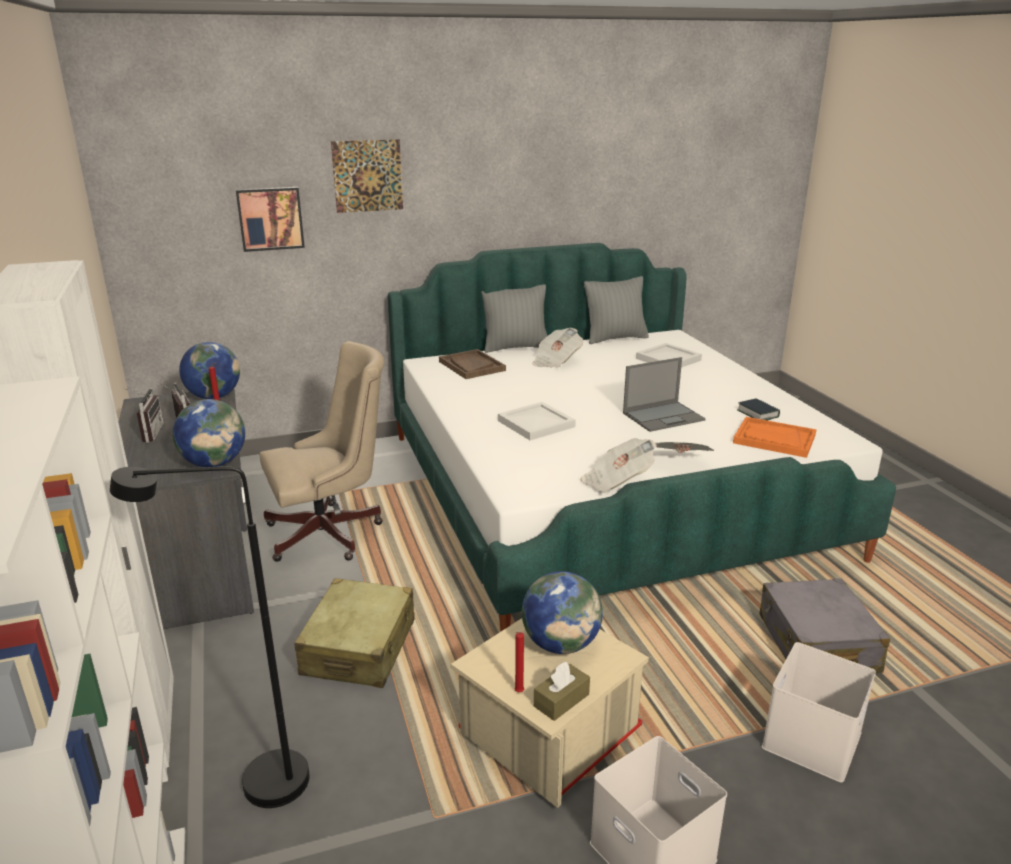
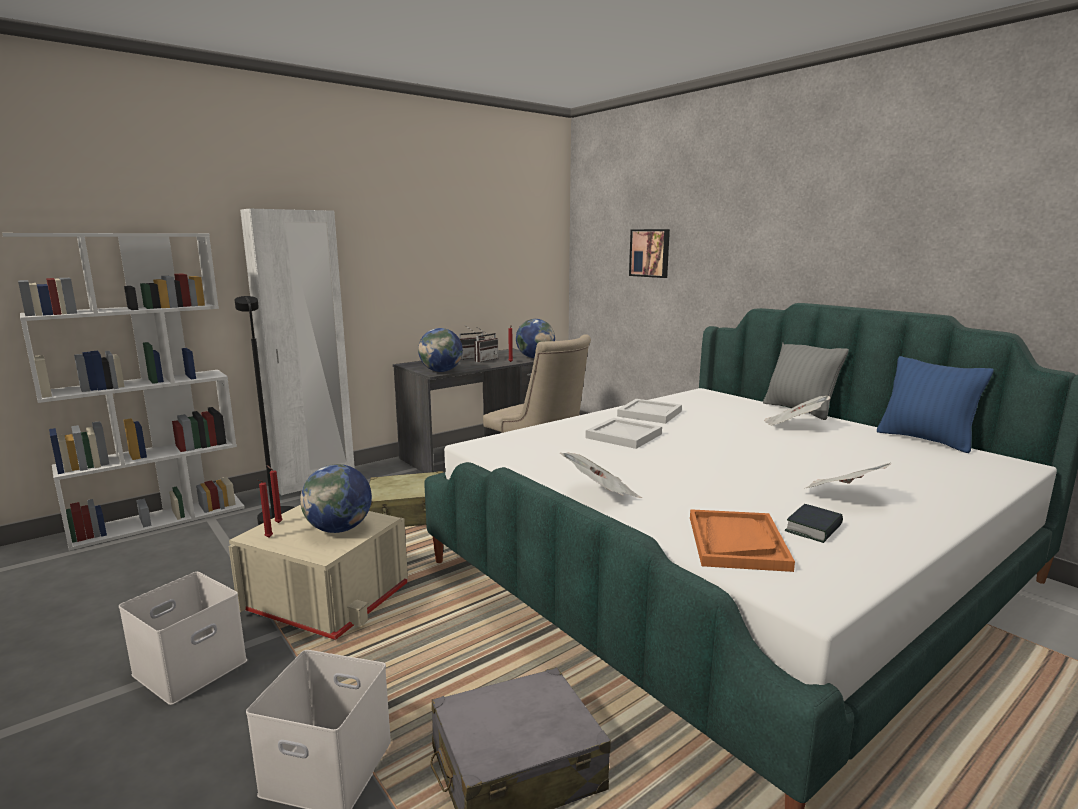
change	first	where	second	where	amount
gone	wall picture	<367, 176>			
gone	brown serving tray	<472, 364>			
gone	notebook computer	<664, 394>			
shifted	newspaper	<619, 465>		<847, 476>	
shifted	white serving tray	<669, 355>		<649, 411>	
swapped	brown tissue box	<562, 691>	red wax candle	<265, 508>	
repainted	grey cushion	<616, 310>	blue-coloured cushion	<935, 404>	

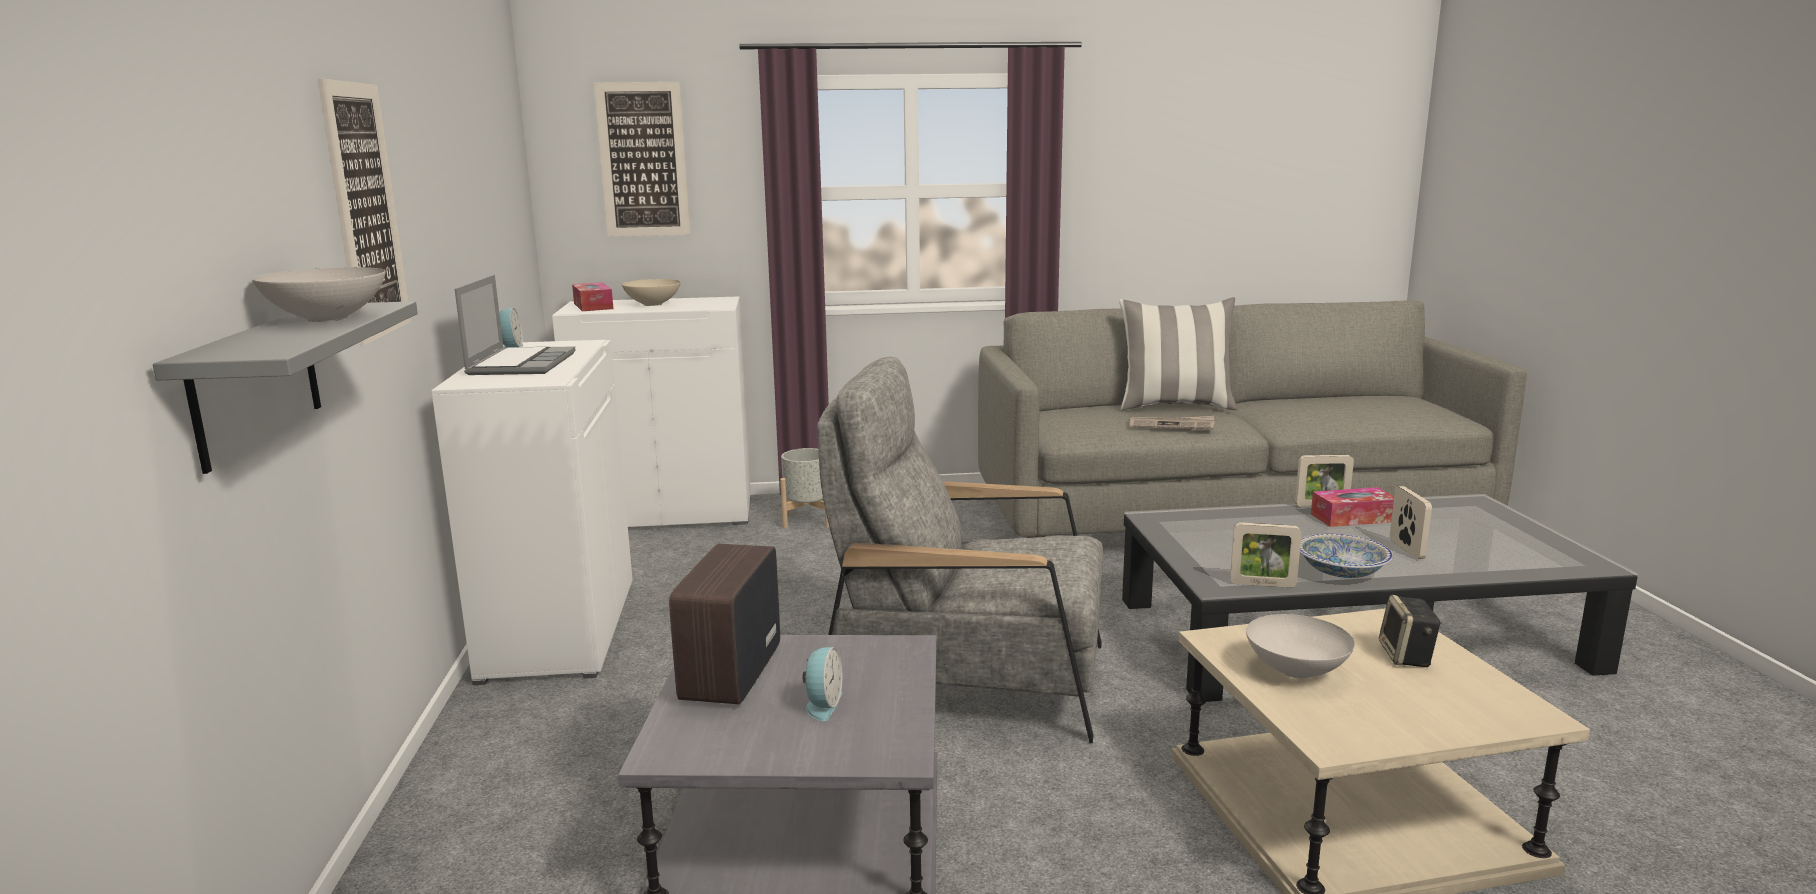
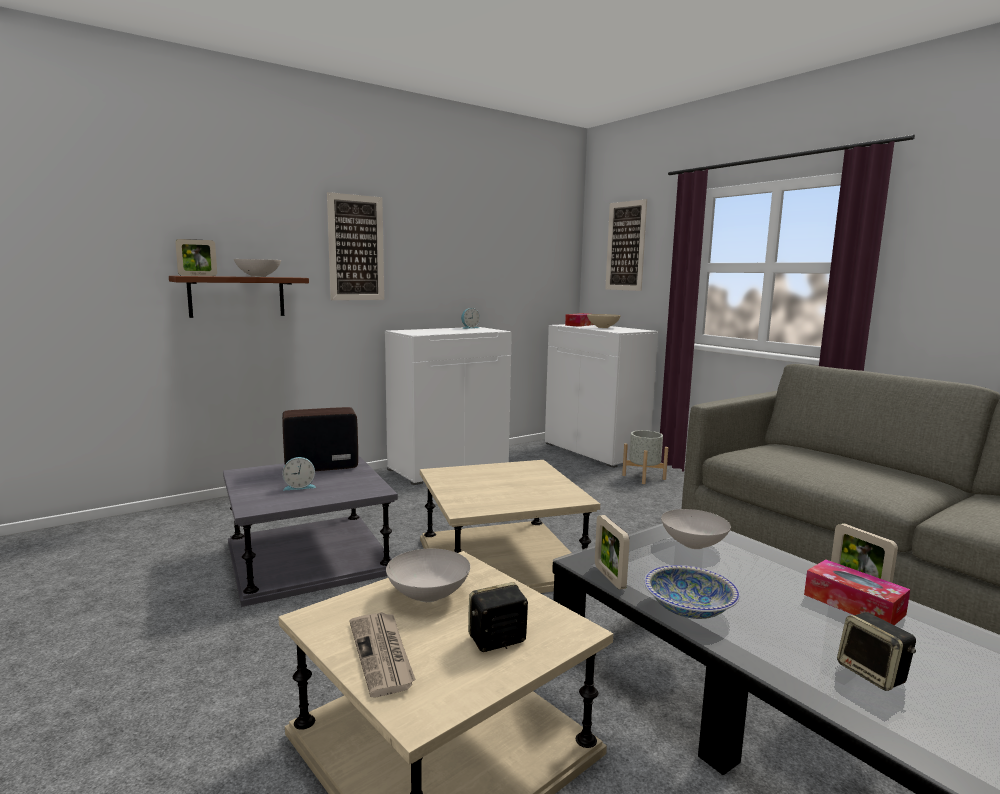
change	first	where	second	where	amount
gone	notebook computer	<515, 325>			
gone	cushion	<1178, 354>			
new			white serving bowl	<696, 529>	
new			audio speaker	<876, 651>	
shifted	newspaper	<1172, 423>		<382, 655>	
shifted	picture frame	<1411, 522>		<196, 257>	
swapped	grey armchair	<960, 550>	beige accent table	<510, 526>	
repainted	grey bracket shelf	<285, 387>	brown bracket shelf	<239, 297>	

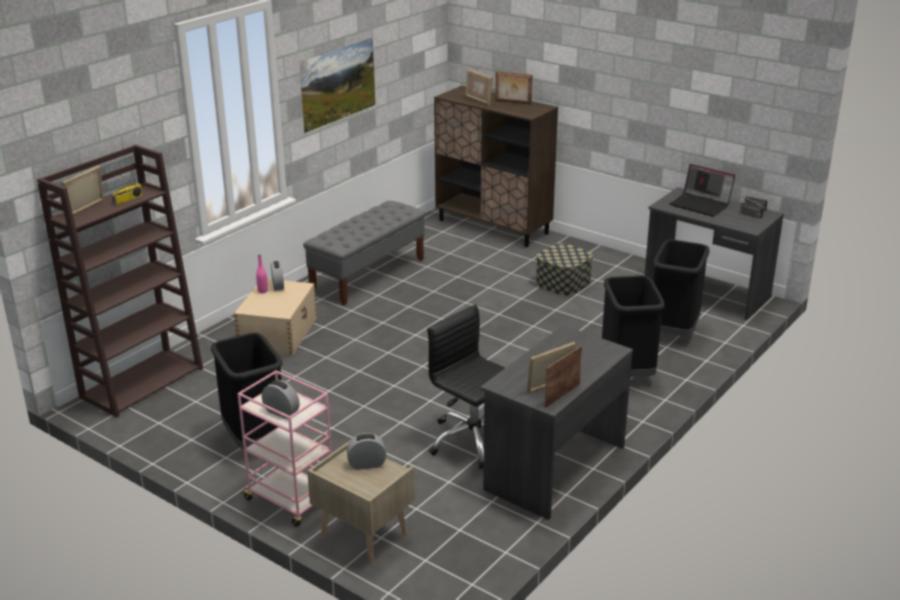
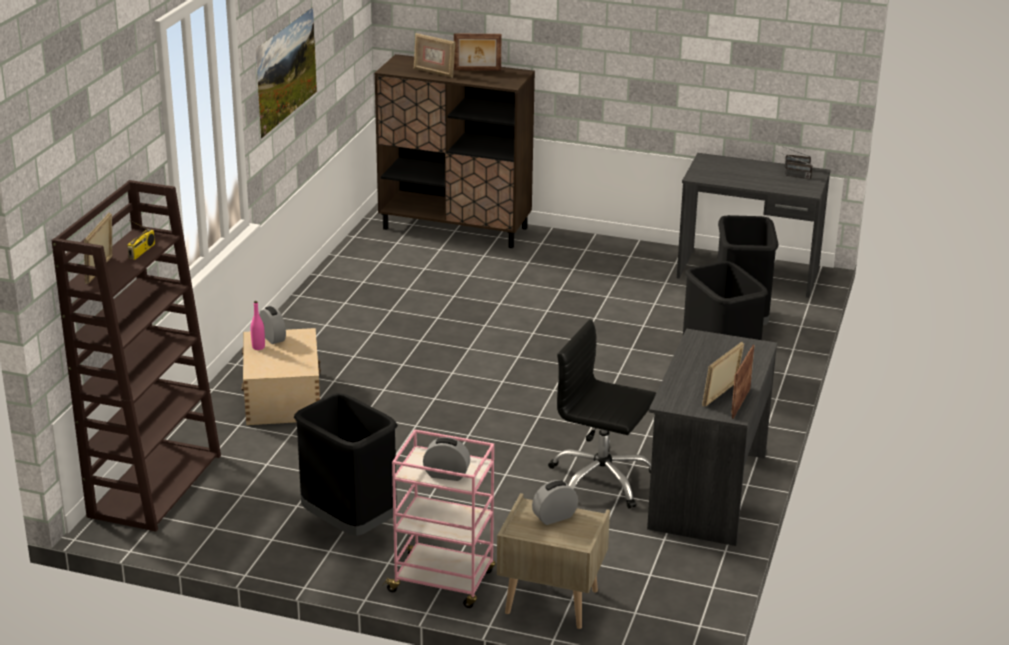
change	first	where	second	where	amount
gone	grey long seat	<364, 253>			
gone	storage container	<564, 269>			
gone	notebook computer	<702, 190>			

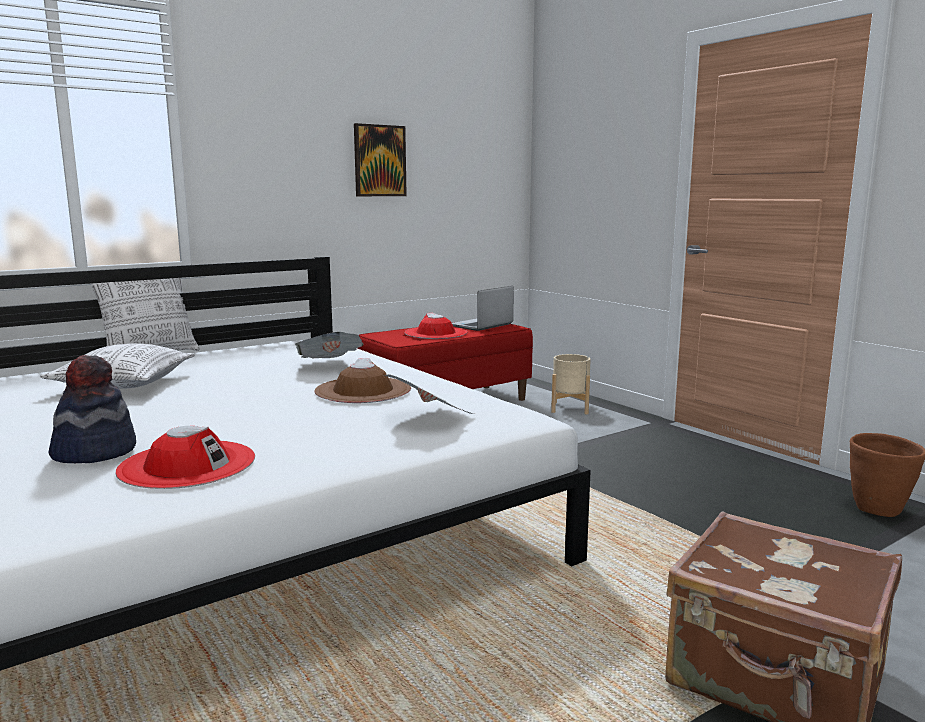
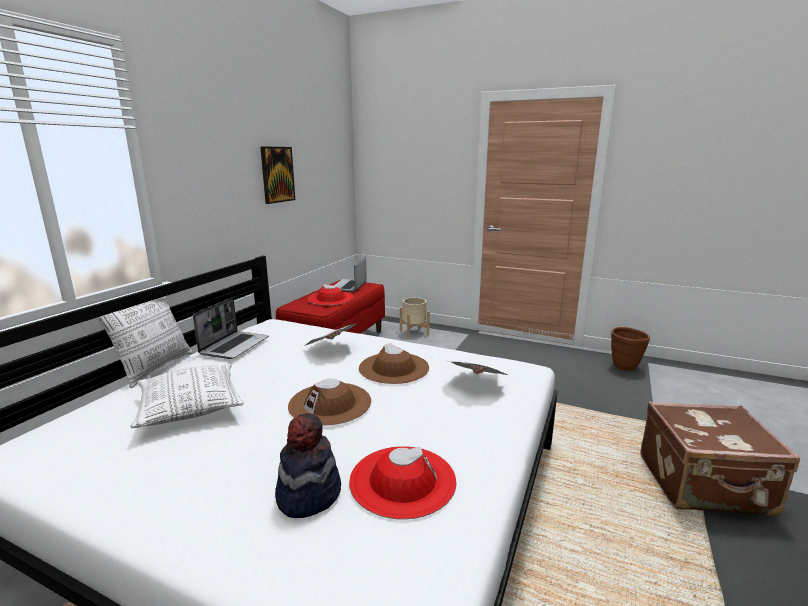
change	first	where	second	where	amount
new			notebook computer	<231, 328>	
new			brown wearable hat	<329, 402>	

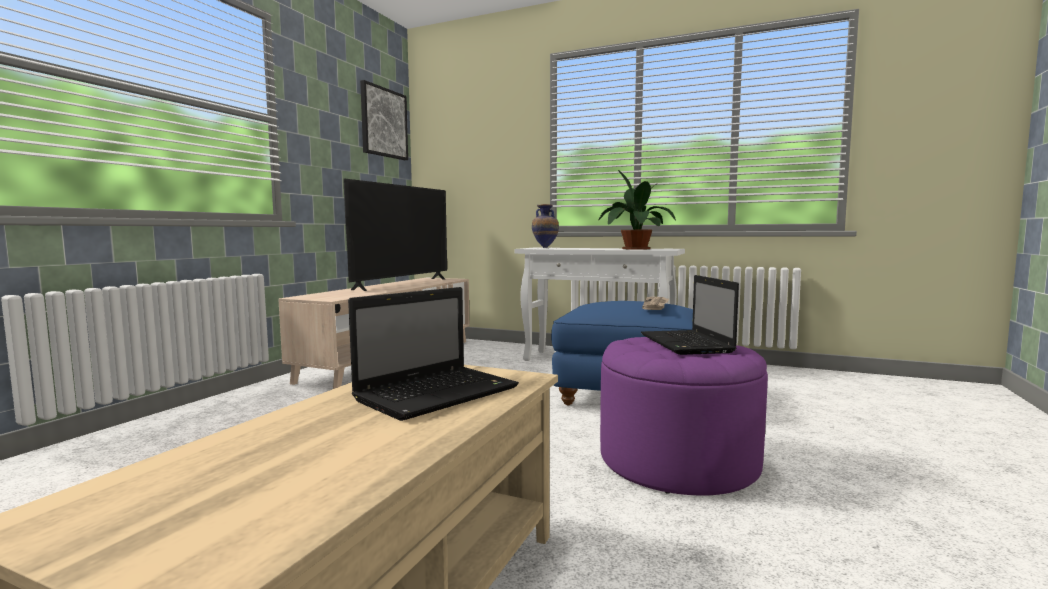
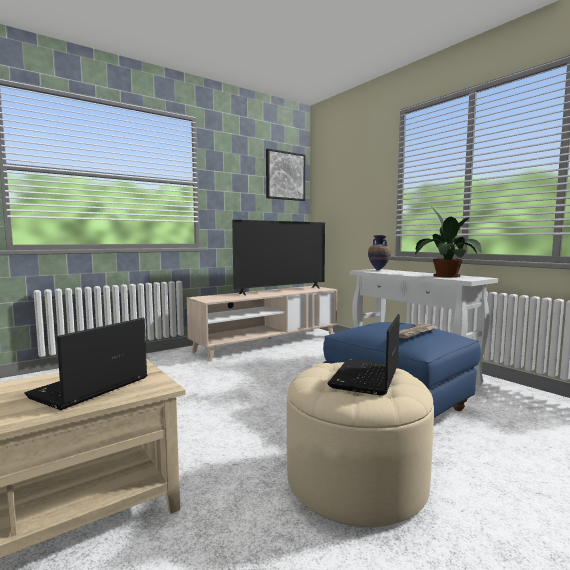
change	first	where	second	where	amount
repainted	purple pouffe	<684, 416>	beige pouffe	<360, 444>	
rotated	notebook computer	<433, 354>		<85, 364>	135 degrees clockwise

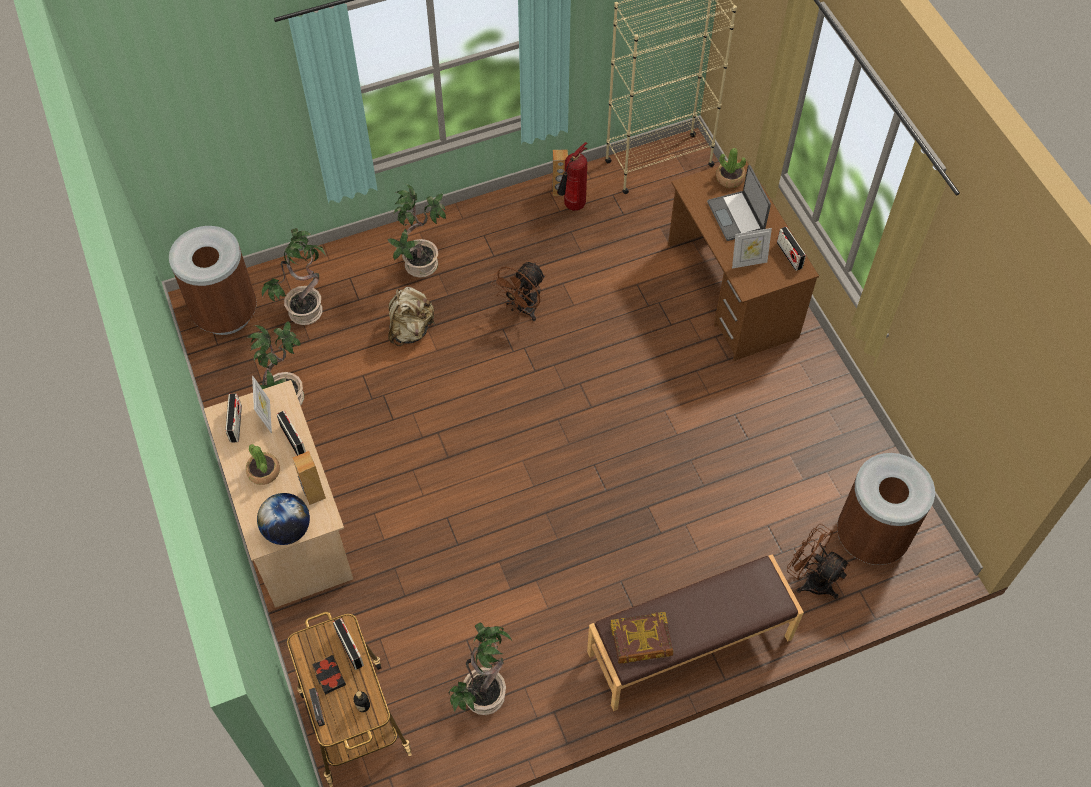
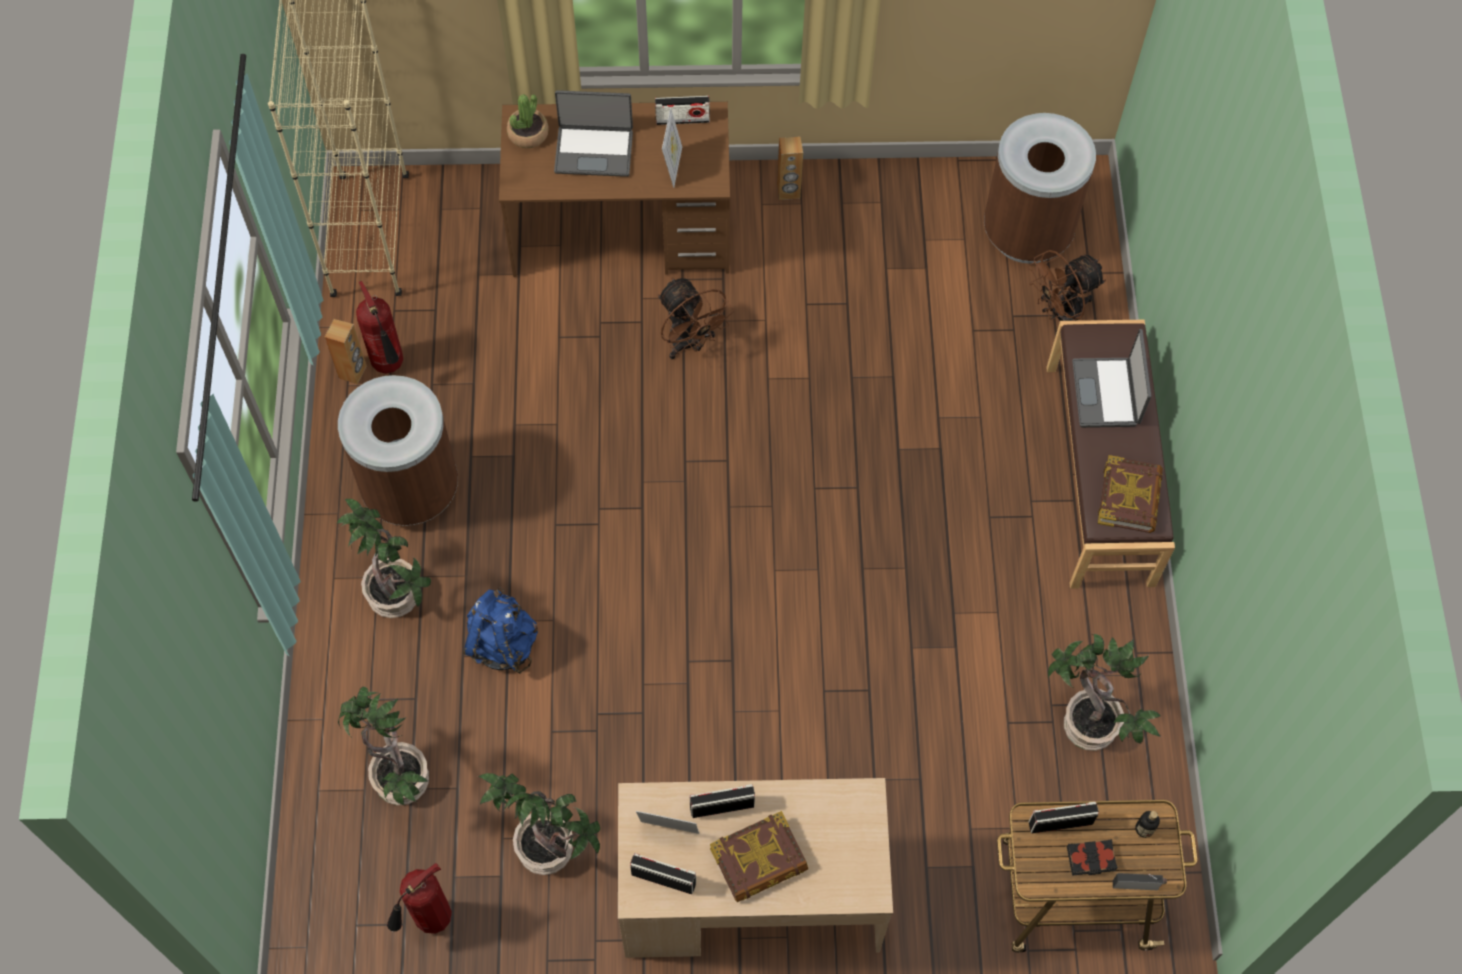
change	first	where	second	where	amount
gone	world globe	<283, 519>			
new			extinguisher	<419, 898>	
new			notebook computer	<1111, 378>	
shifted	brown waste bin	<213, 280>		<398, 450>	
shifted	brown audio speaker	<309, 478>		<790, 168>	
shifted	brown fan	<518, 291>		<696, 318>	
swapped	plant in a pot	<263, 464>	book	<759, 856>	
repainted	beige backpack	<411, 316>	blue-coloured backpack	<500, 630>	

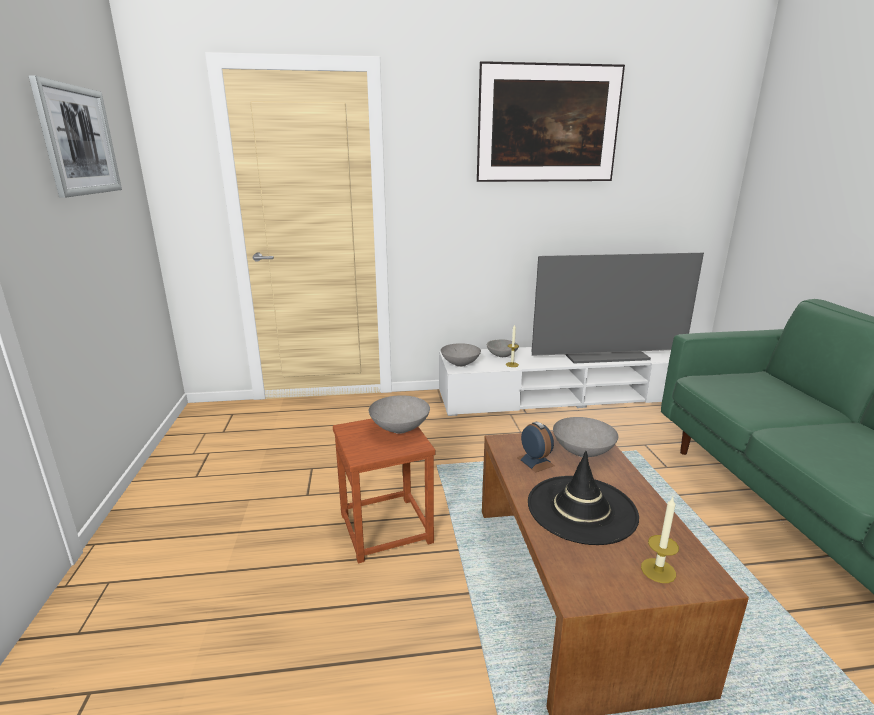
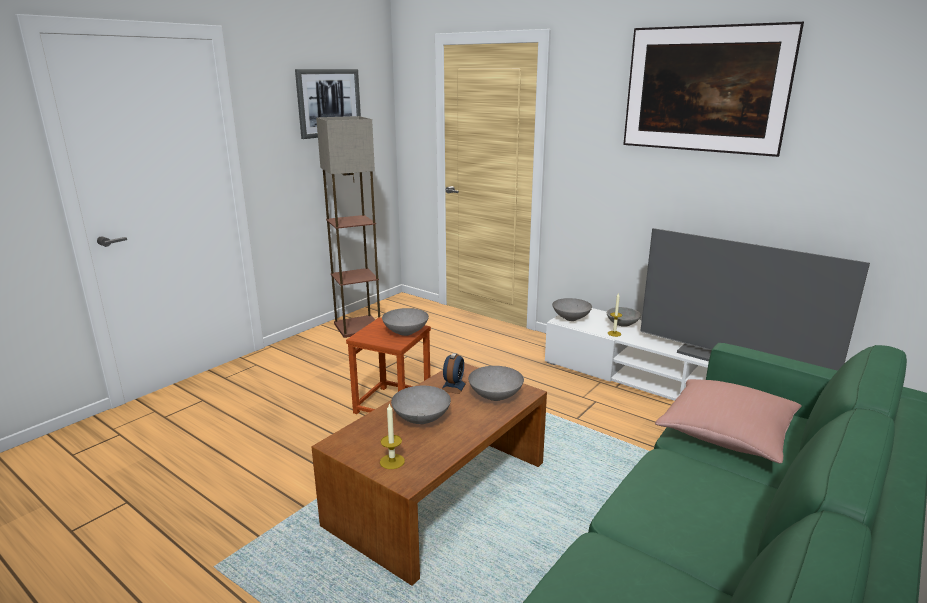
change	first	where	second	where	amount
new			standard lamp	<348, 227>	
new			pink cushion	<728, 421>	
swapped	blackish wearable hat	<583, 498>	grey serving bowl	<421, 405>	

